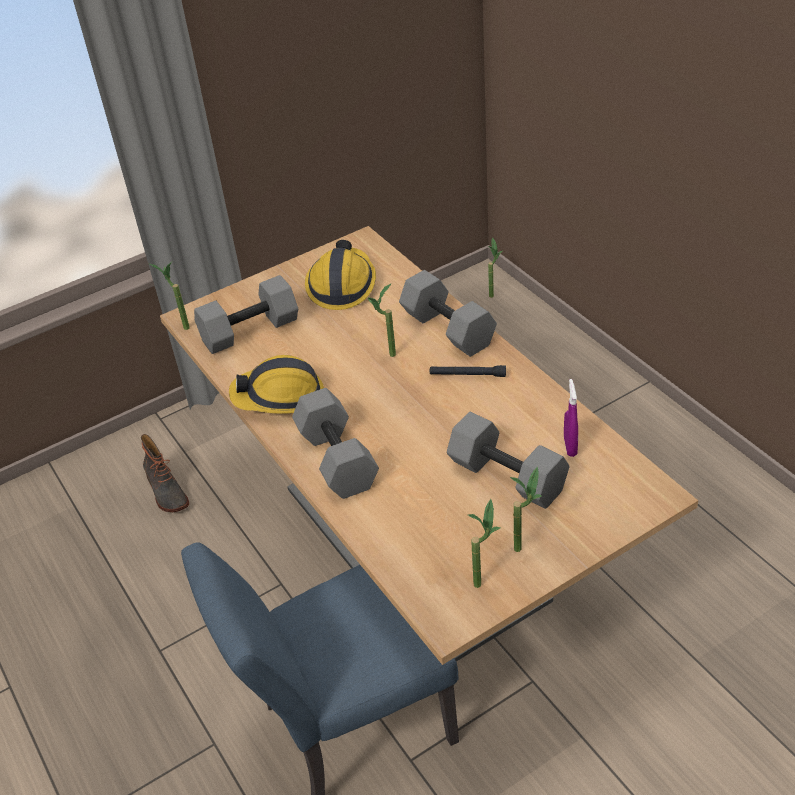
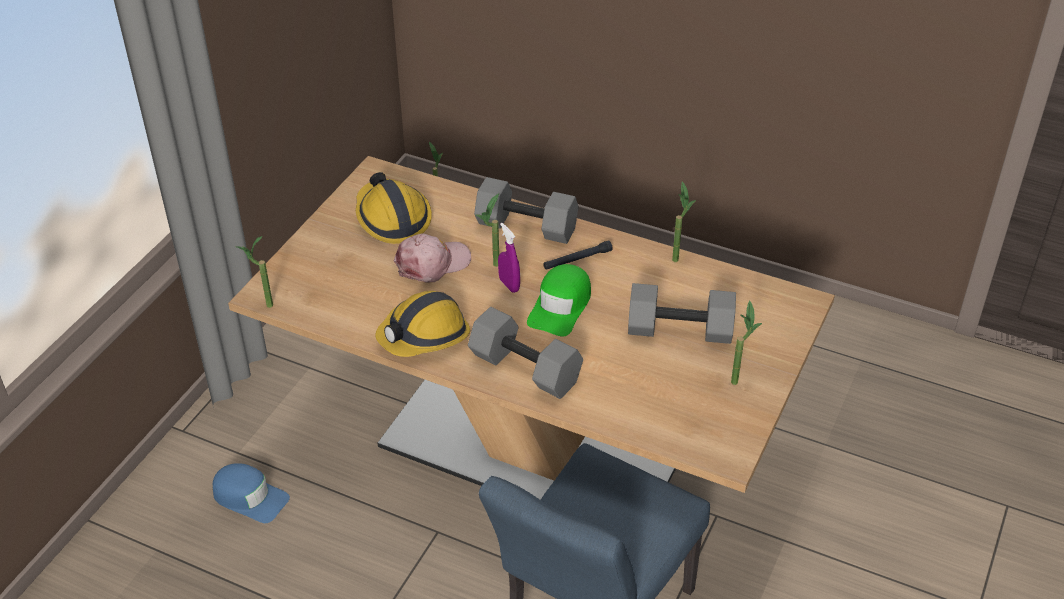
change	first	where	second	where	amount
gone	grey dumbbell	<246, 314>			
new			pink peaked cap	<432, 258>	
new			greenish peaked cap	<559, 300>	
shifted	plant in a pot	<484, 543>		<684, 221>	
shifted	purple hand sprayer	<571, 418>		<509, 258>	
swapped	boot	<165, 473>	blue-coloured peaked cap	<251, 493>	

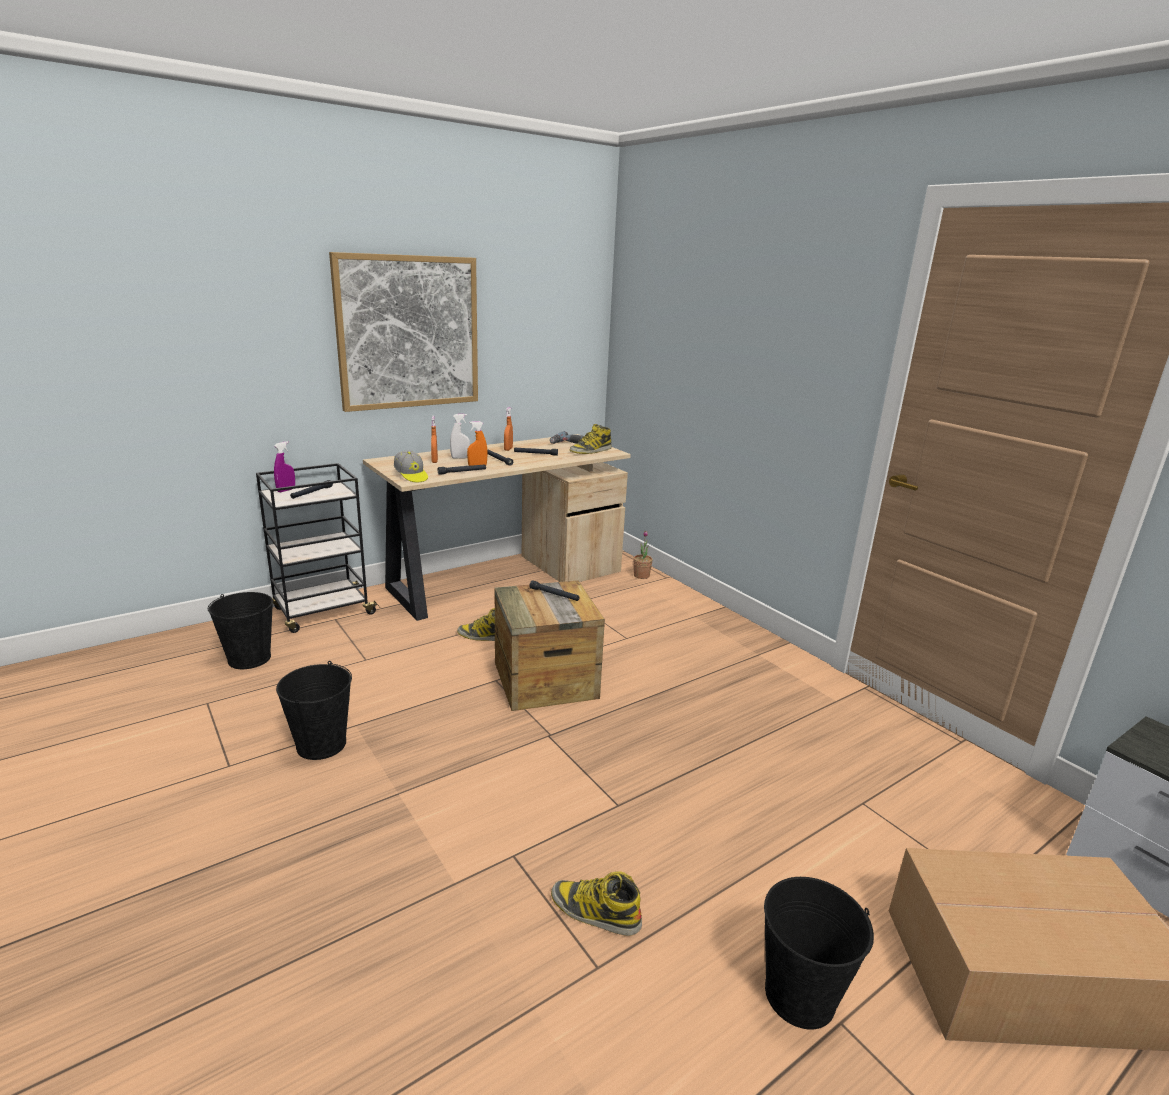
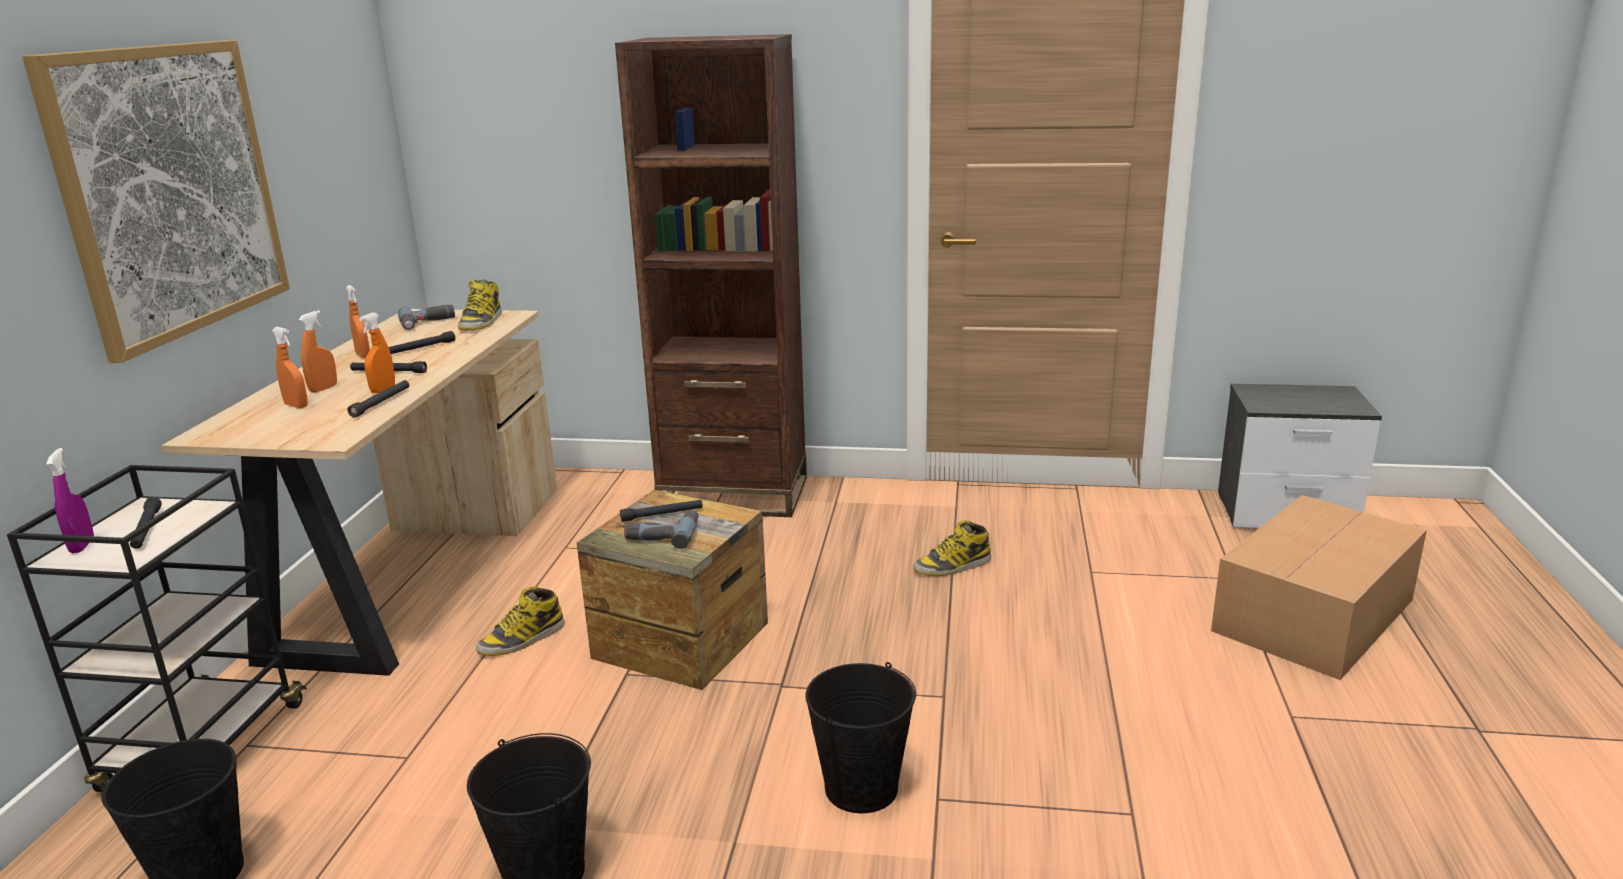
change	first	where	second	where	amount
gone	peaked cap	<411, 466>			
gone	plant in a pot	<643, 555>			
new			brown bookshelf	<711, 275>	
new			electric drill	<661, 529>	
shifted	boot	<596, 903>		<952, 548>	
shifted	blackish pail	<819, 953>		<860, 737>	
repainted	white hand sprayer	<460, 436>	orange hand sprayer	<317, 351>	

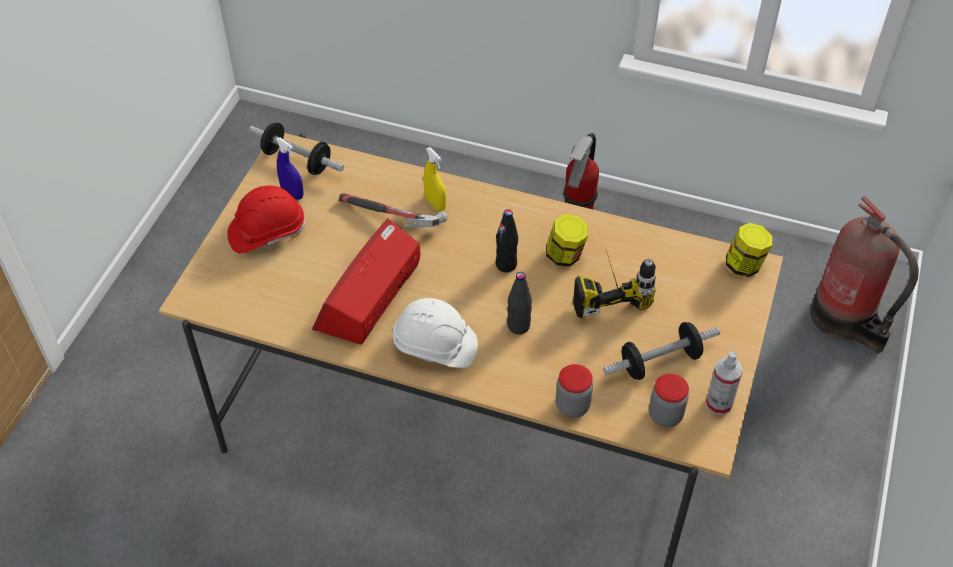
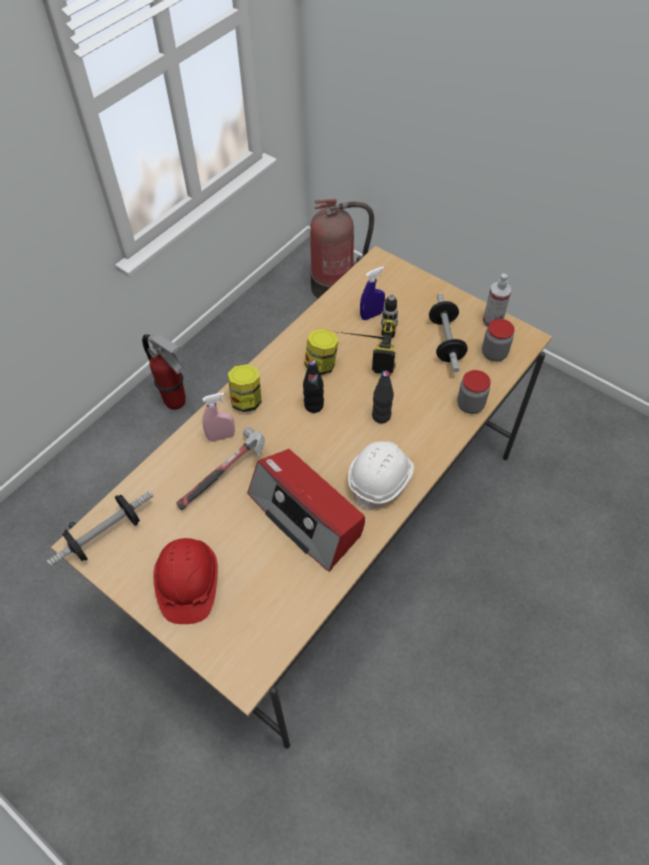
change	first	where	second	where	amount
shifted	blue-coloured hand sprayer	<289, 169>		<372, 293>	
shifted	preserve jar	<749, 250>		<245, 388>	
repainted	yellow-coloured hand sprayer	<434, 179>	pink hand sprayer	<218, 417>	

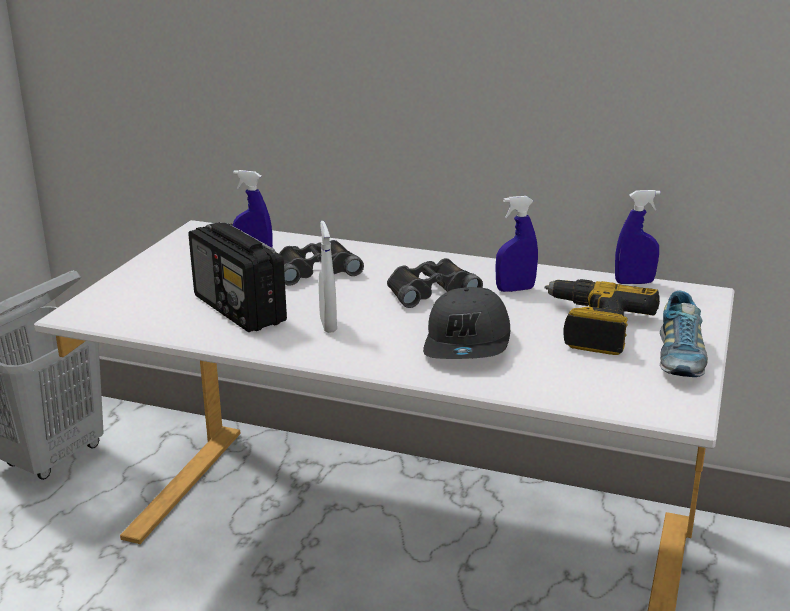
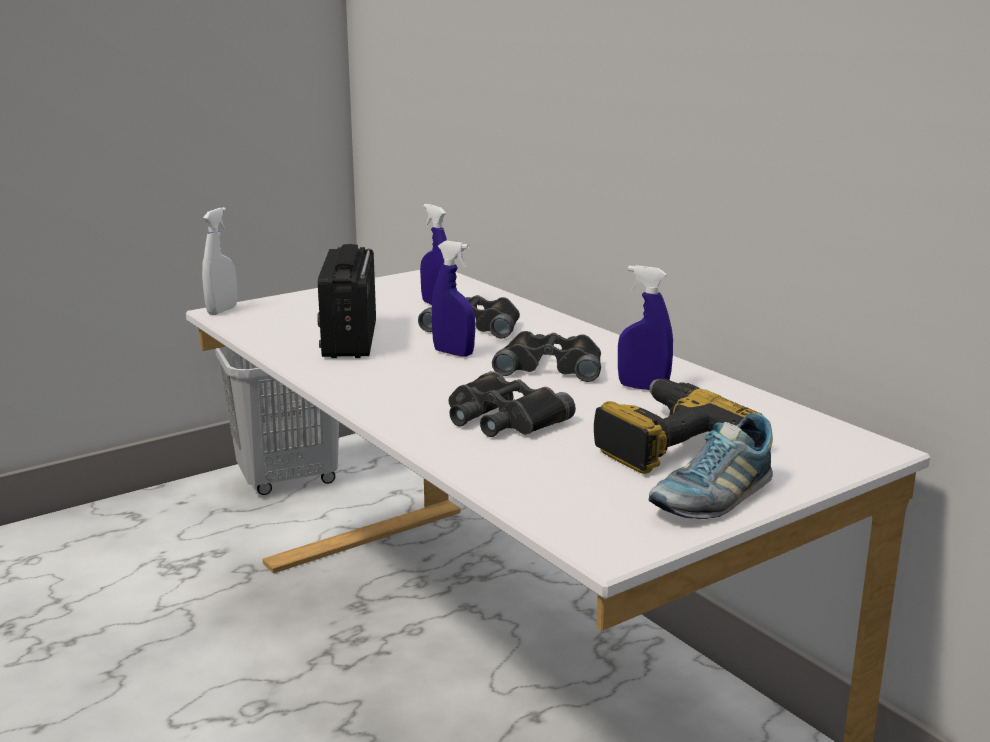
change	first	where	second	where	amount
shifted	white hand sprayer	<328, 277>		<219, 261>	
shifted	blue-coloured hand sprayer	<638, 237>		<453, 299>	
swapped	grey peaked cap	<466, 323>	blackish field glasses	<512, 404>	

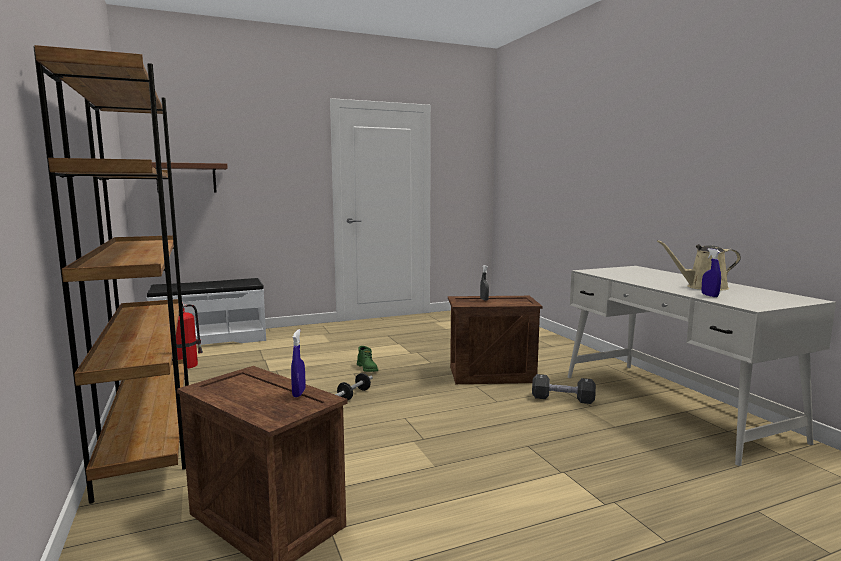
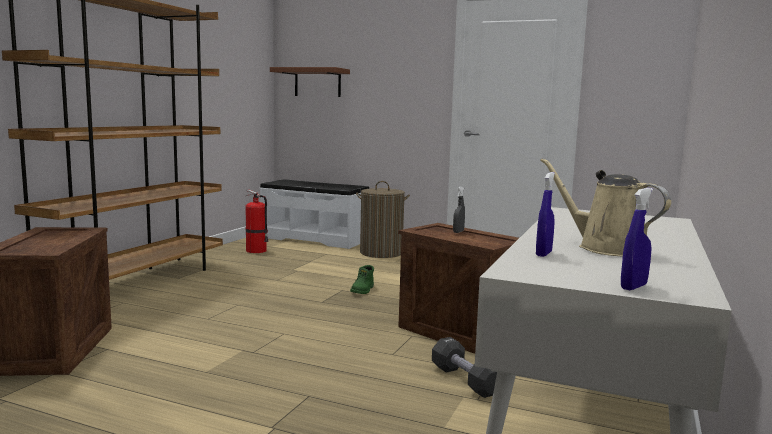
change	first	where	second	where	amount
gone	dumbbell	<354, 387>			
new			hamper	<383, 219>	
shifted	blue-coloured hand sprayer	<298, 363>		<637, 239>	

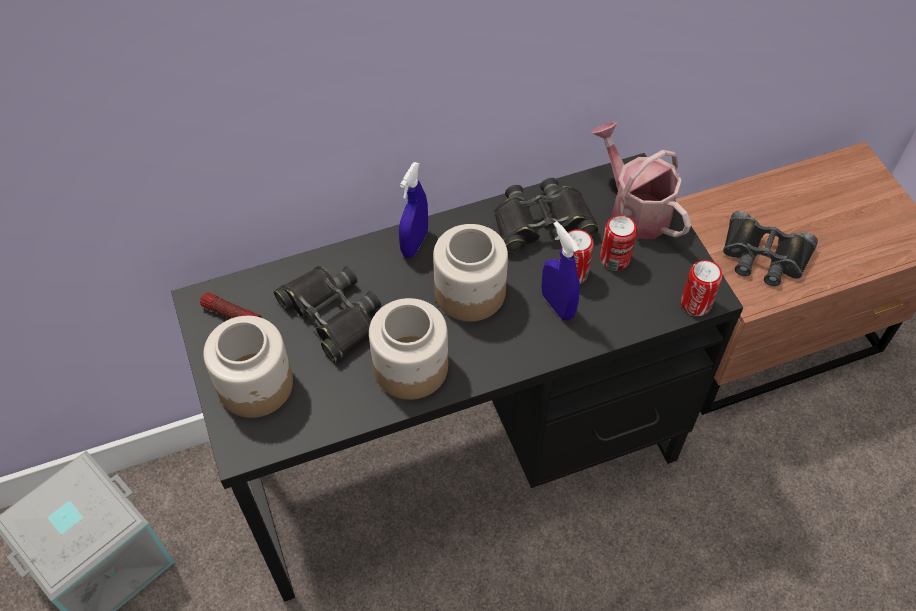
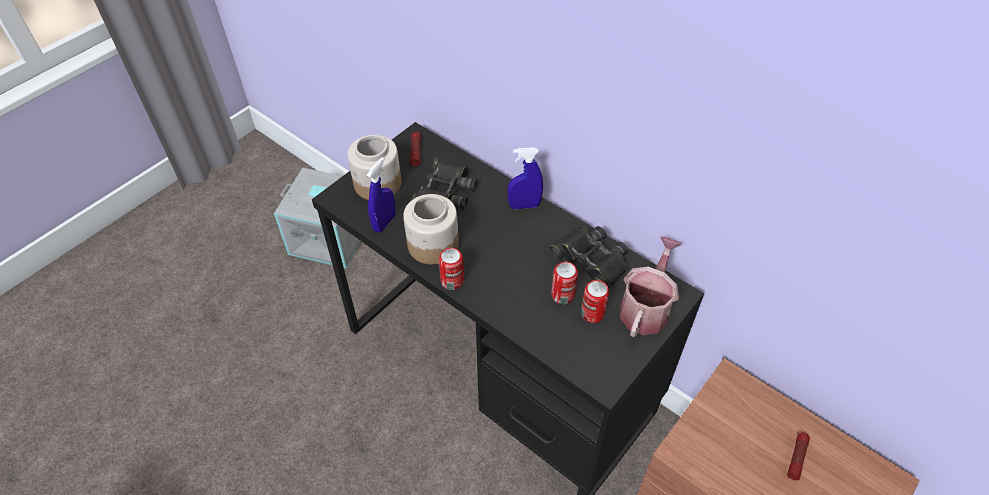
change	first	where	second	where	amount
gone	preserve jar	<470, 273>			
gone	blackish field glasses	<770, 248>			
new			hand torch	<798, 456>	
shifted	blue-coloured hand sprayer	<560, 271>		<381, 194>	
shifted	metal can	<701, 288>		<451, 269>	

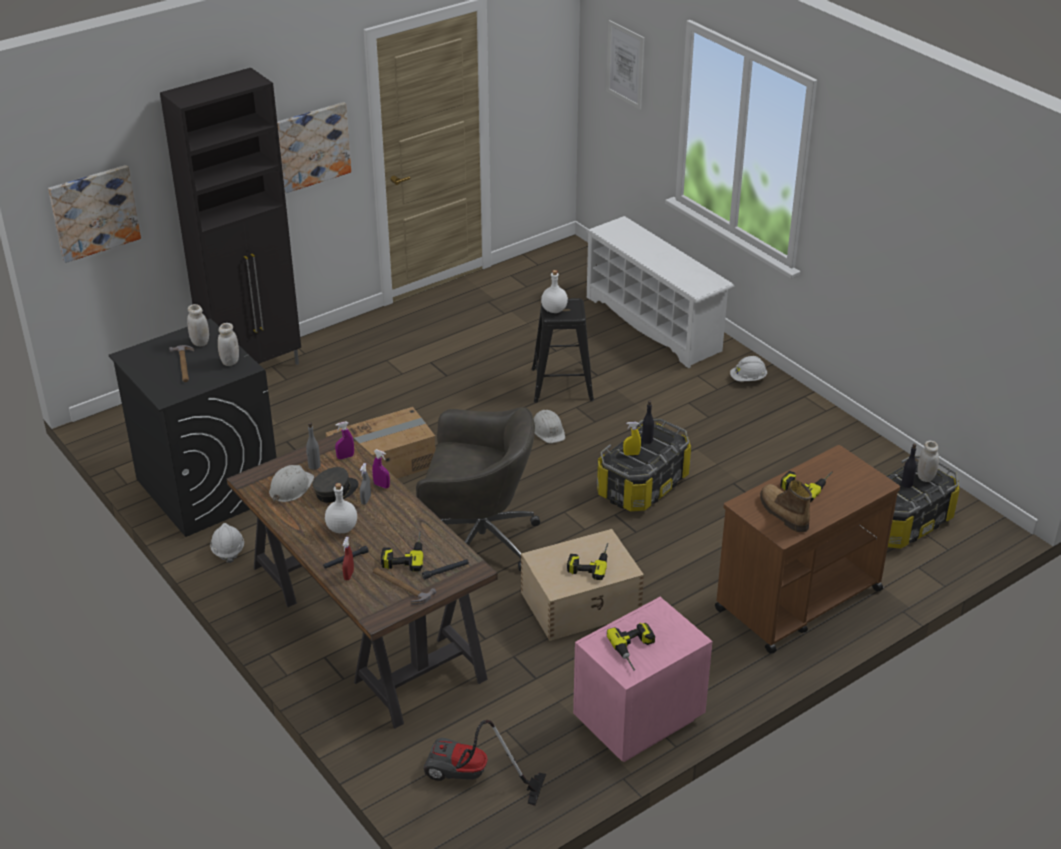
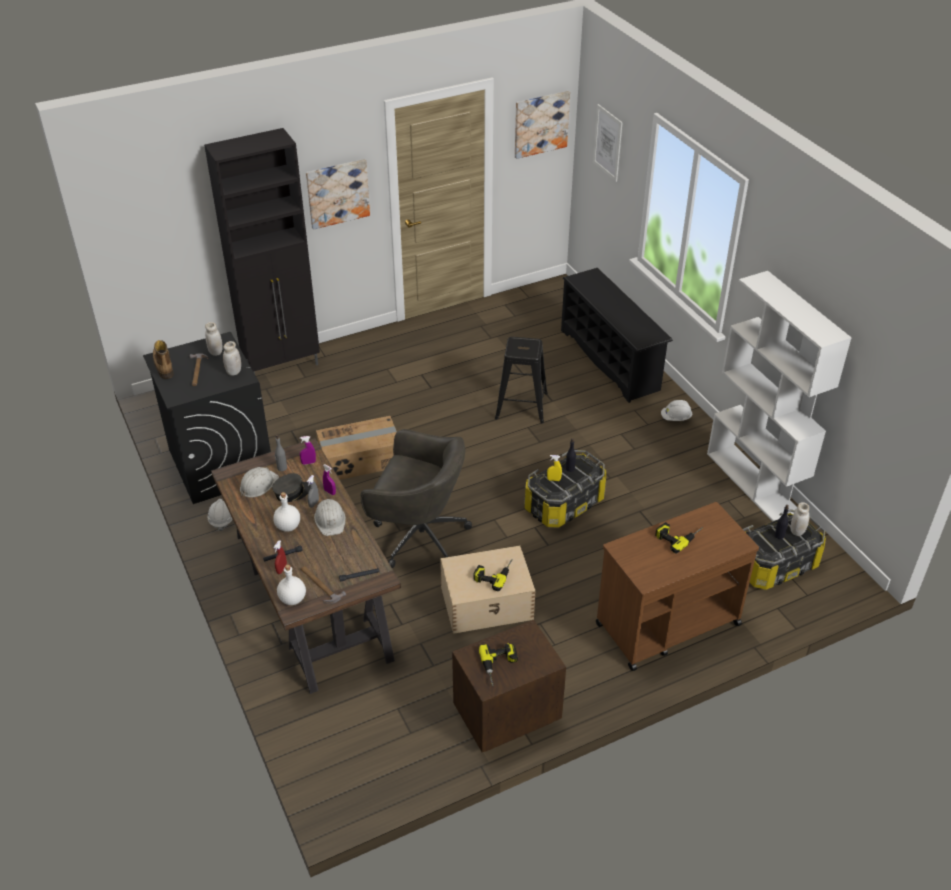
change	first	where	second	where	amount
gone	electric drill	<402, 551>			
gone	vacuum	<485, 763>			
new			white bookshelf	<779, 396>	
shifted	wall picture	<94, 214>		<542, 125>	
shifted	white hard hat	<549, 427>		<330, 517>	
shifted	white bottle	<554, 291>		<291, 585>	
shifted	boot	<786, 506>		<163, 359>	
repainted	pink bedside table	<643, 679>	brown bedside table	<509, 686>	
repainted	white shoe rack	<660, 292>	blackish shoe rack	<617, 335>	

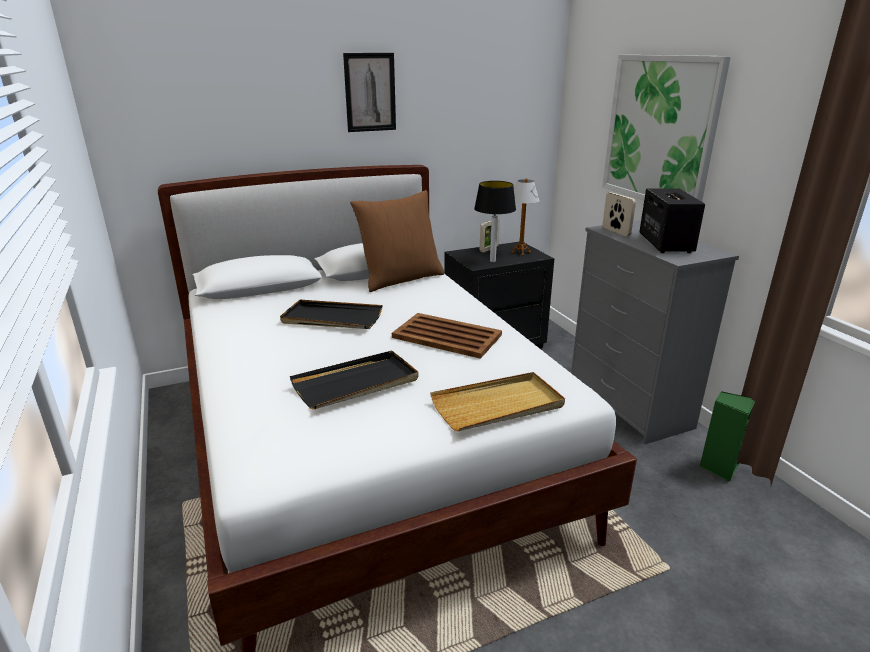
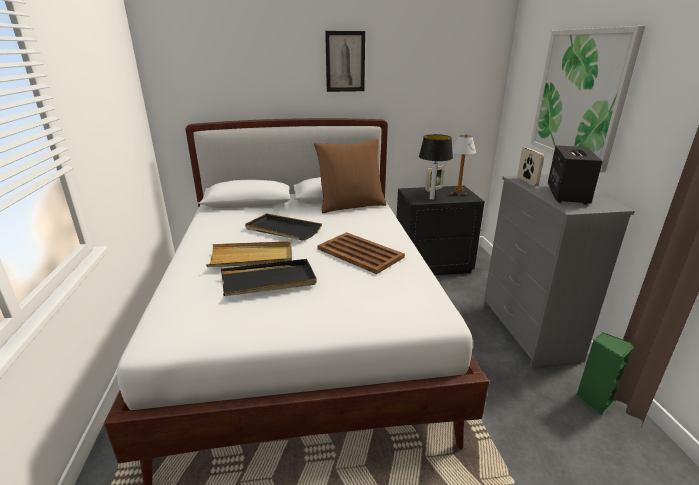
change	first	where	second	where	amount
shifted	beige serving tray	<497, 401>		<249, 254>	

